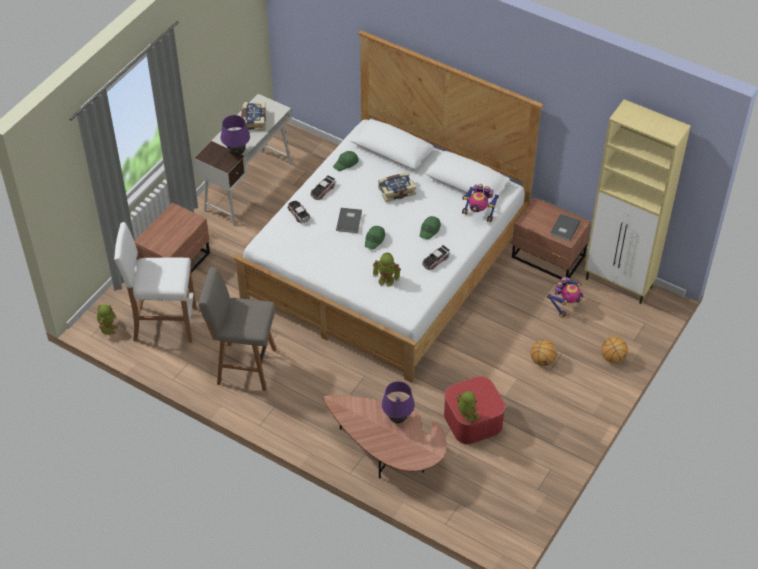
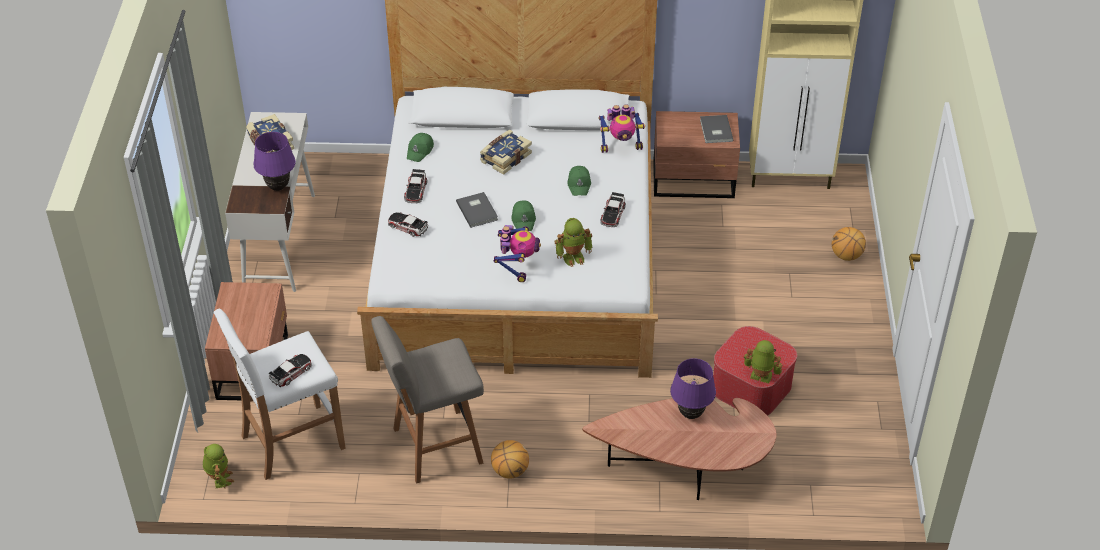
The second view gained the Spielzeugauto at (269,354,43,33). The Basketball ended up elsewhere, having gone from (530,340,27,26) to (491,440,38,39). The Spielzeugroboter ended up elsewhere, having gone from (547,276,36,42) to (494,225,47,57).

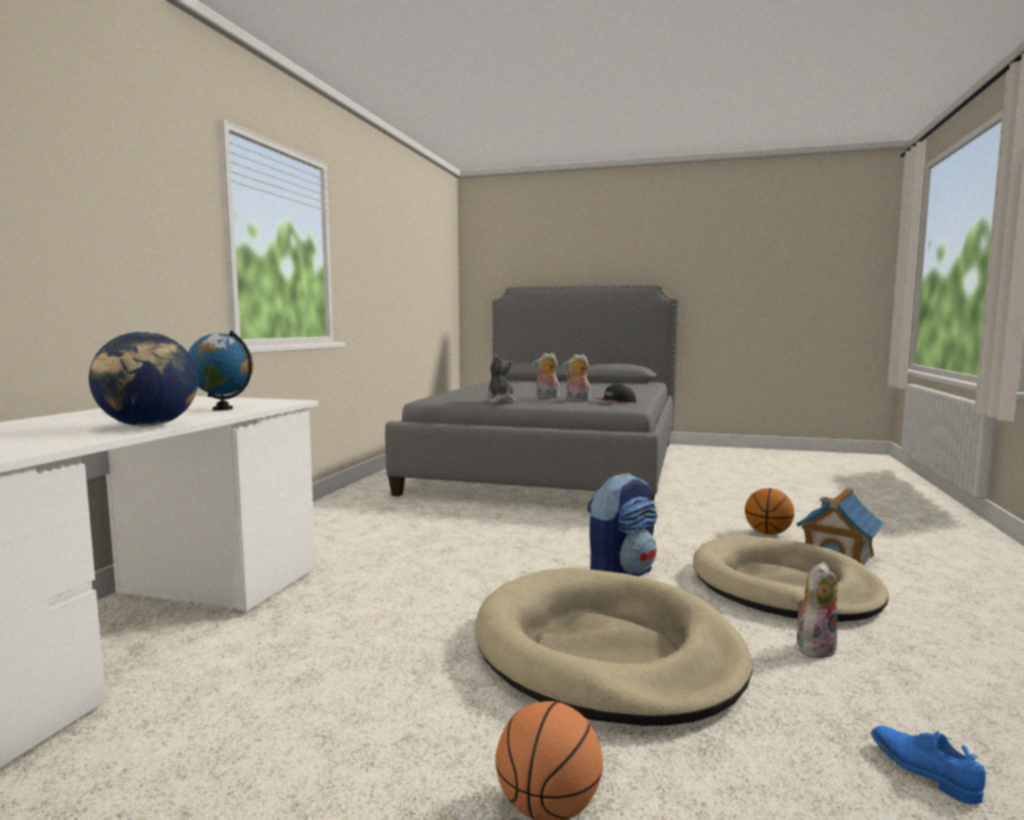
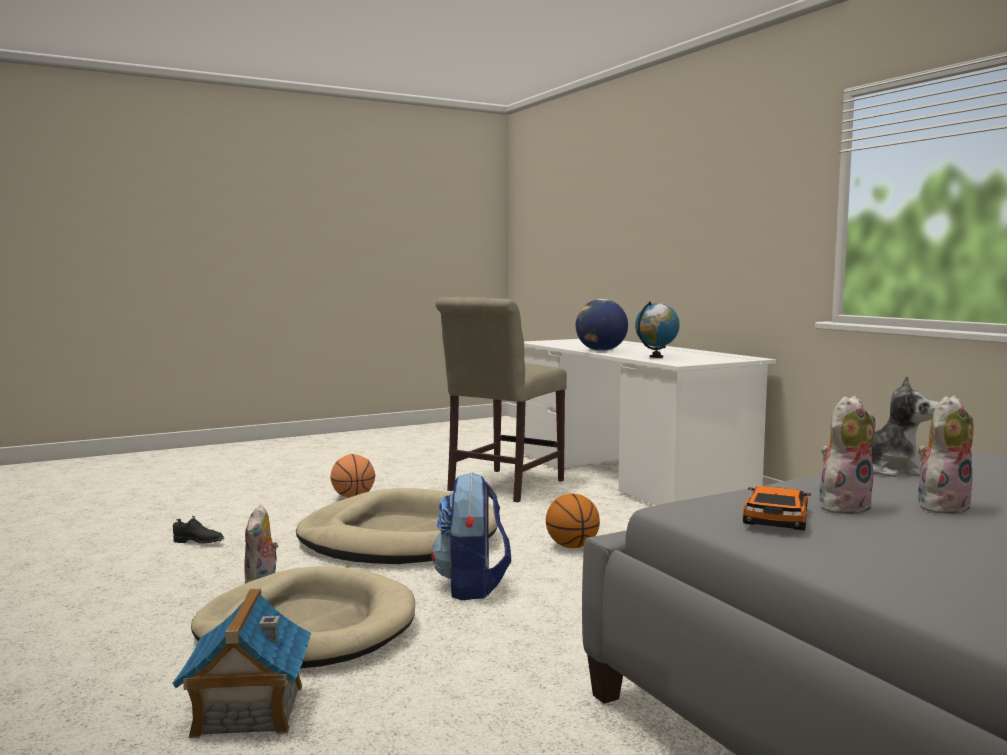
What was the Schuh [blau] at (871,726,115,78) turned into the Schuh [schwarz] at (173,516,51,28). The second view gained the Stuhl [beige] at (436,297,131,205). The Basketball ended up elsewhere, having gone from (745,488,49,47) to (546,494,54,54). Where the Kappe stood at (595,384,41,18), the Spielzeugauto came to stand at (743,486,68,45).

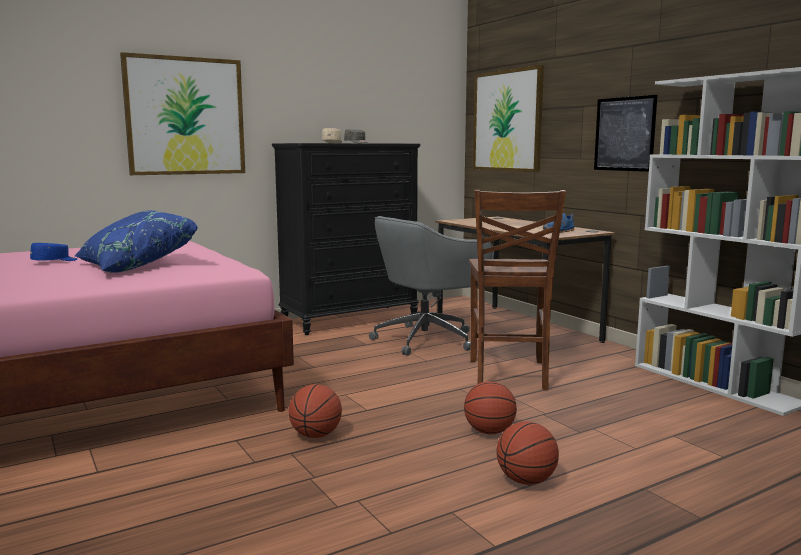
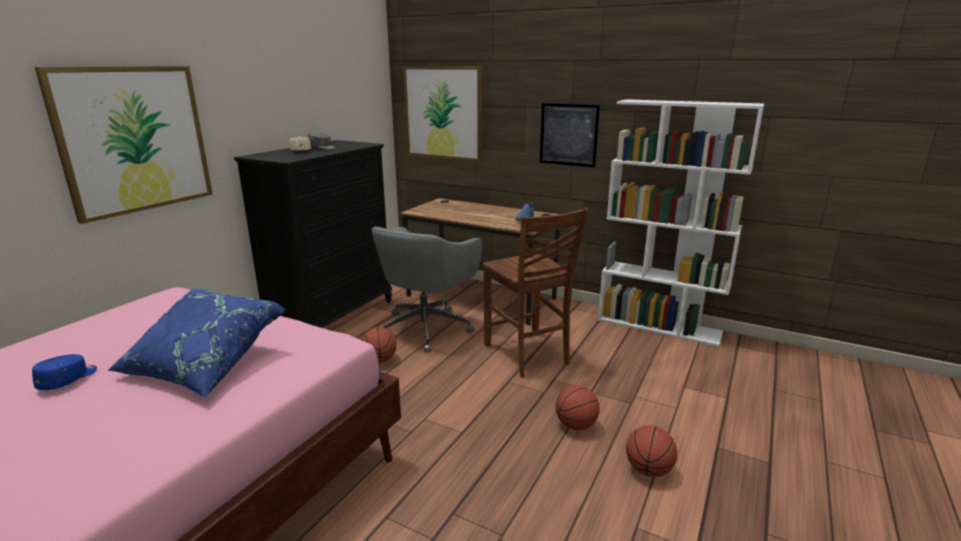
The Basketball ended up elsewhere, having gone from (289,384,53,54) to (362,327,35,36).

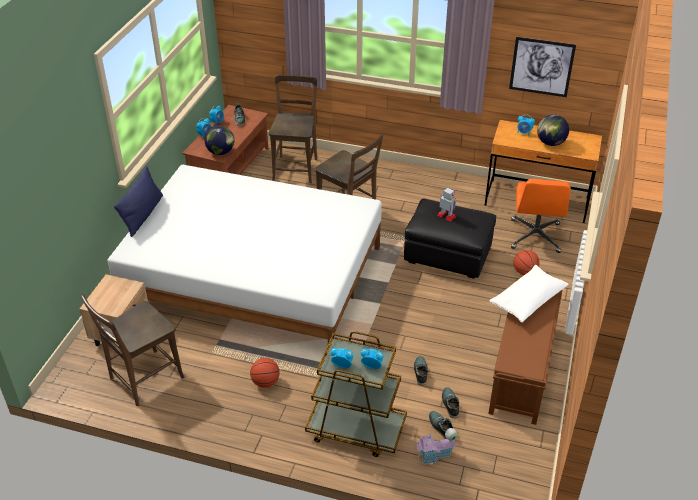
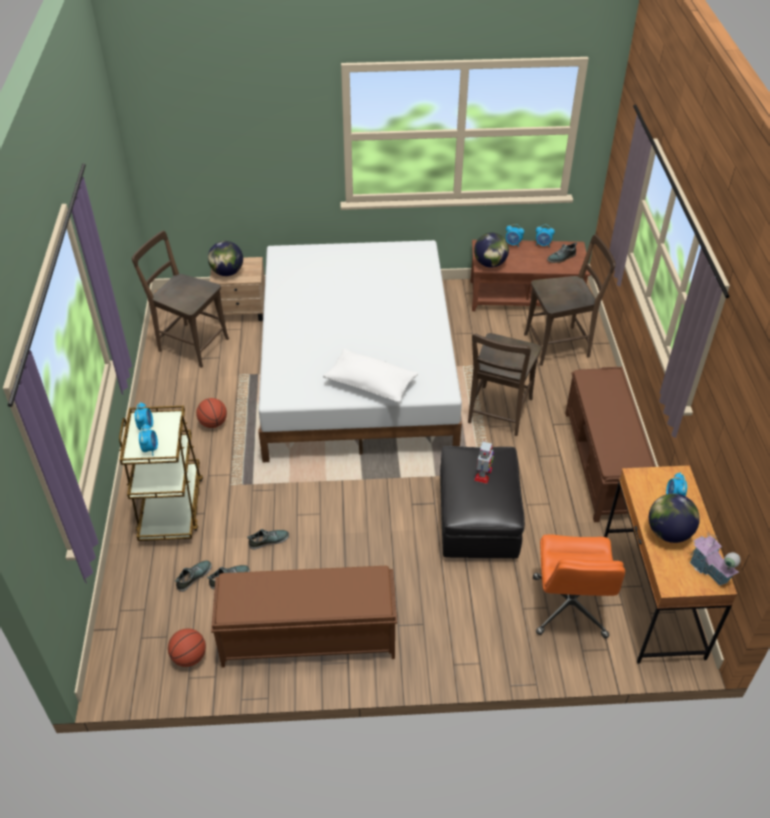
The Basketball ended up elsewhere, having gone from (513,250,27,25) to (168,628,38,39). The second view gained the Globus at (208,241,35,35). The Kissen [weiß] ended up elsewhere, having gone from (489,265,79,58) to (323,349,96,54). The Bürostuhl [orange] at (511,179,60,74) ended up facing another way, 75 degrees counterclockwise from before. The second view gained the Bank [braun] at (565,367,91,155). The Spielzeughaus ended up elsewhere, having gone from (416,428,41,36) to (690,531,51,55). The second view lost the Kissen [blau] at (114,166,49,71). The second view lost the Bild at (509,37,67,60).

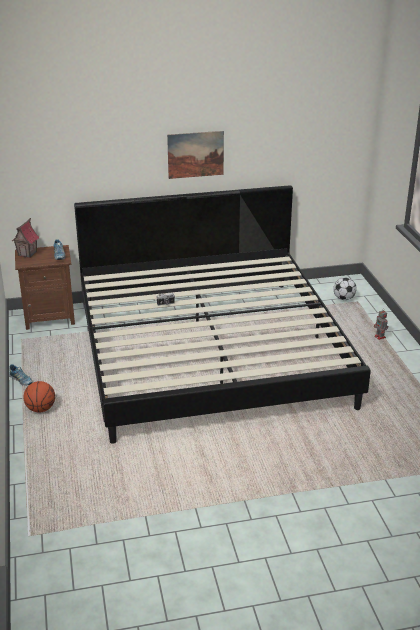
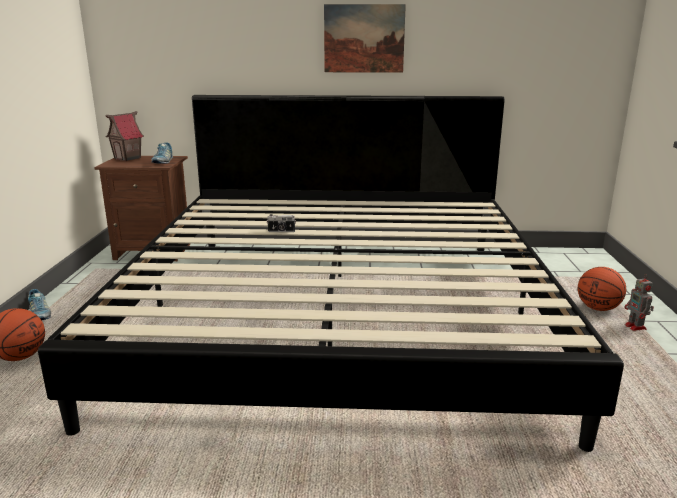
The second view gained the Basketball at (578,267,48,44). The second view lost the Fußball at (333,277,24,23).

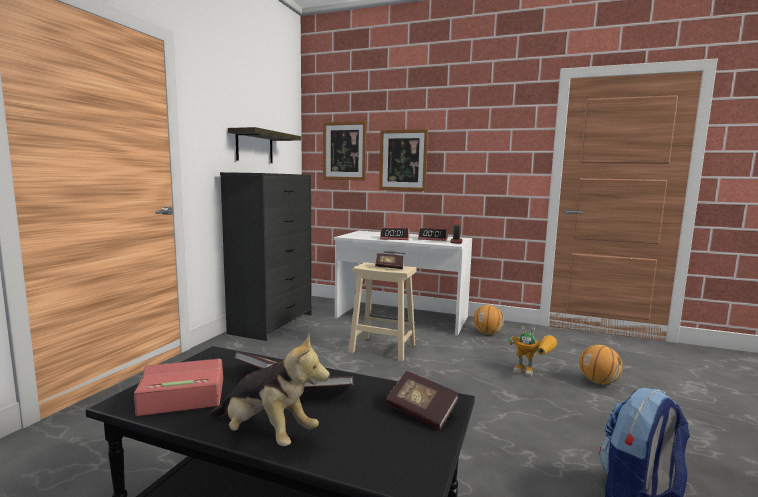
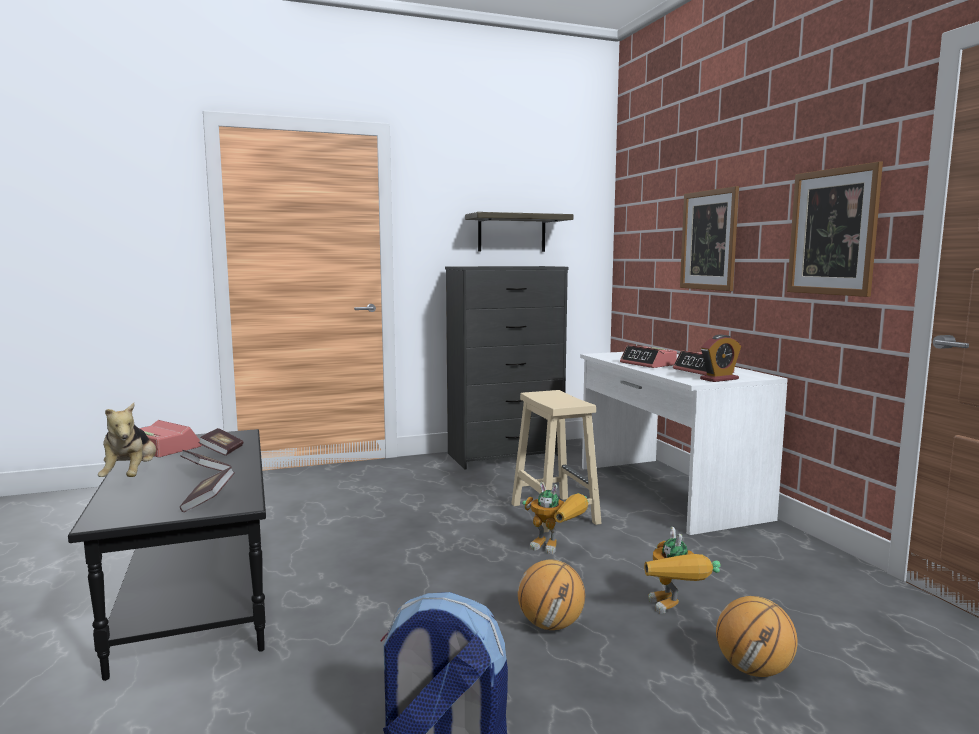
The Basketball ended up elsewhere, having gone from (473,305,31,30) to (518,560,67,70). The second view gained the Spielzeugroboter at (522,482,66,72). The Bild ended up elsewhere, having gone from (323,121,44,59) to (787,161,96,136). The second view lost the Buch at (375,253,28,16).

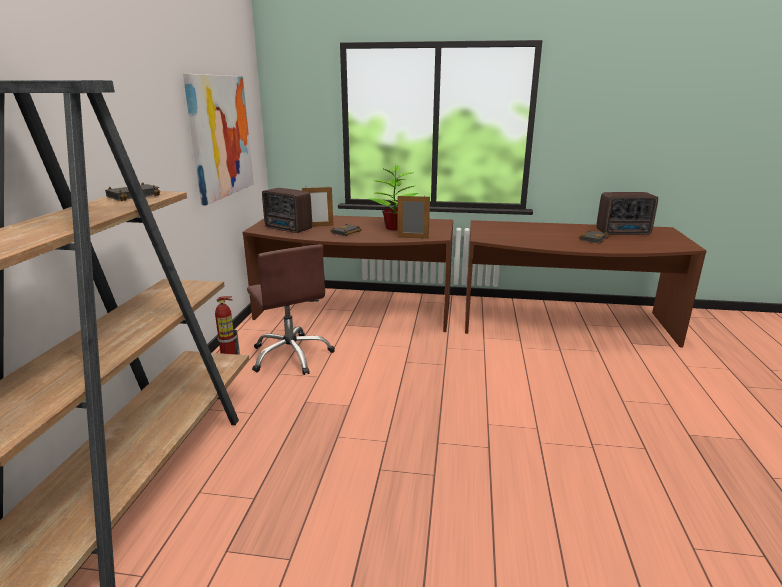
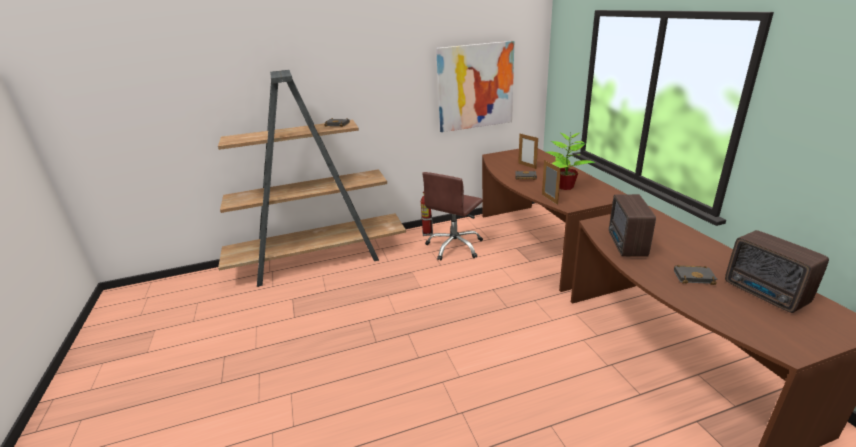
The Radio ended up elsewhere, having gone from (262,188,50,45) to (609,194,47,63).

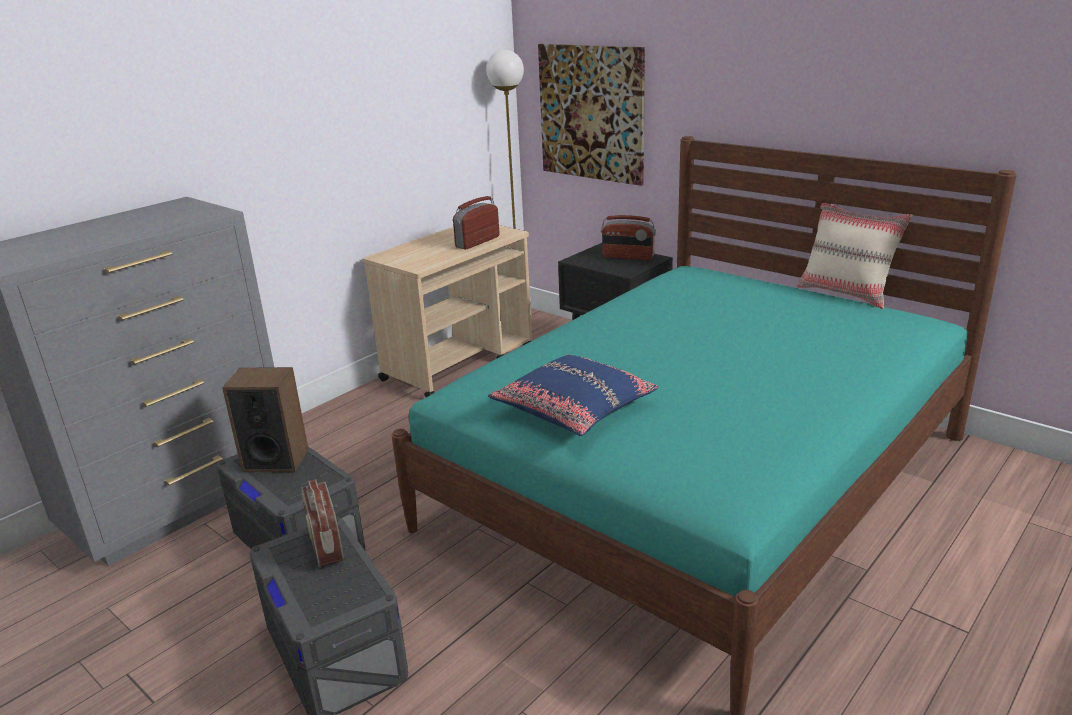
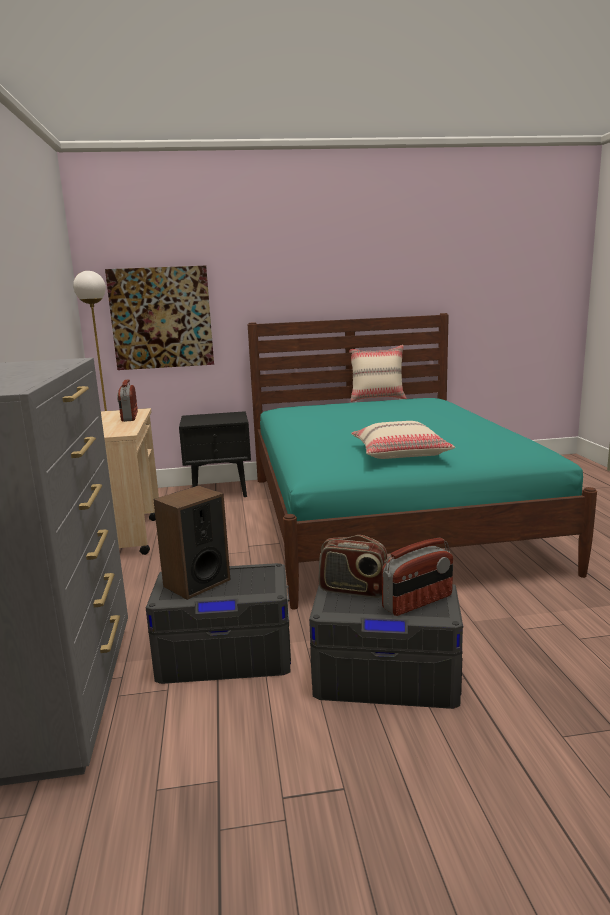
What was the Kissen [blau] at (488,354,171,82) turned into the Kissen [beige] at (351,421,104,38). The Radio ended up elsewhere, having gone from (601,215,55,45) to (382,538,71,78).

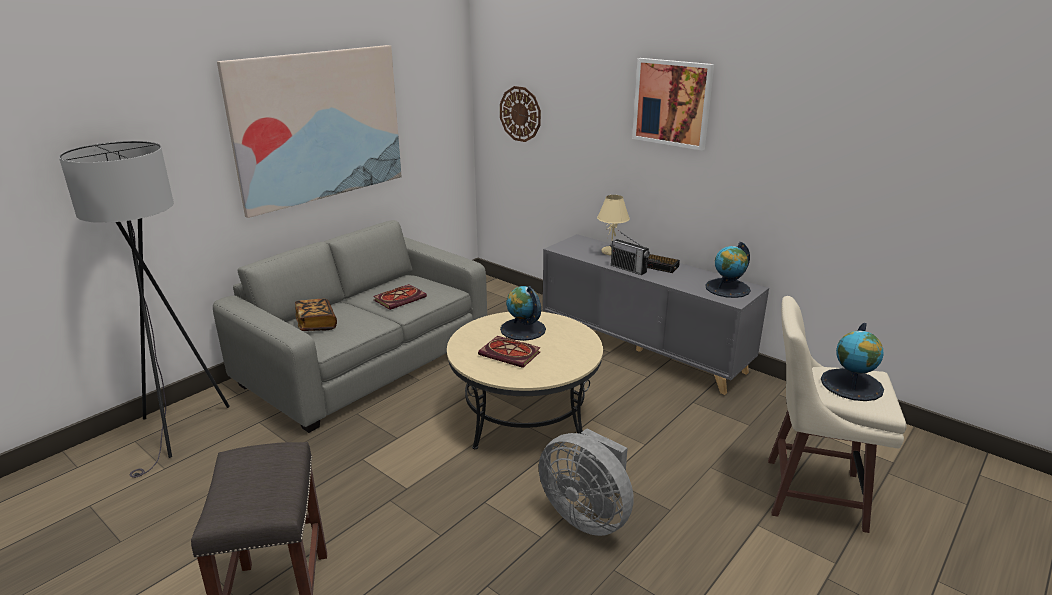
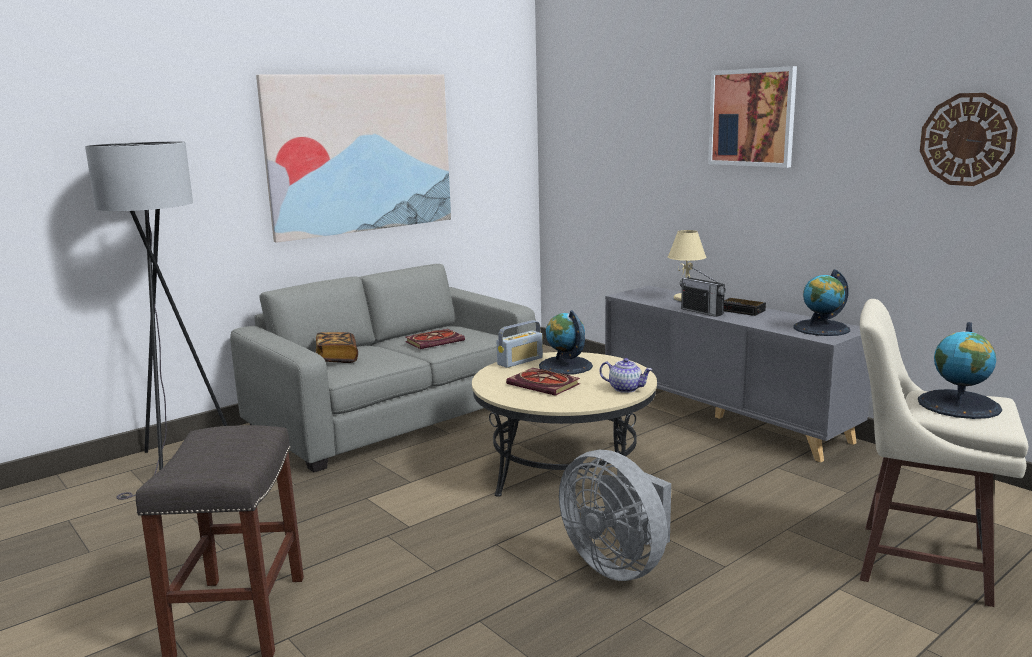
The second view gained the Radio at (497,320,46,48). The second view gained the Teekanne at (599,358,54,35). The Wanduhr ended up elsewhere, having gone from (500,86,41,56) to (920,93,98,93).

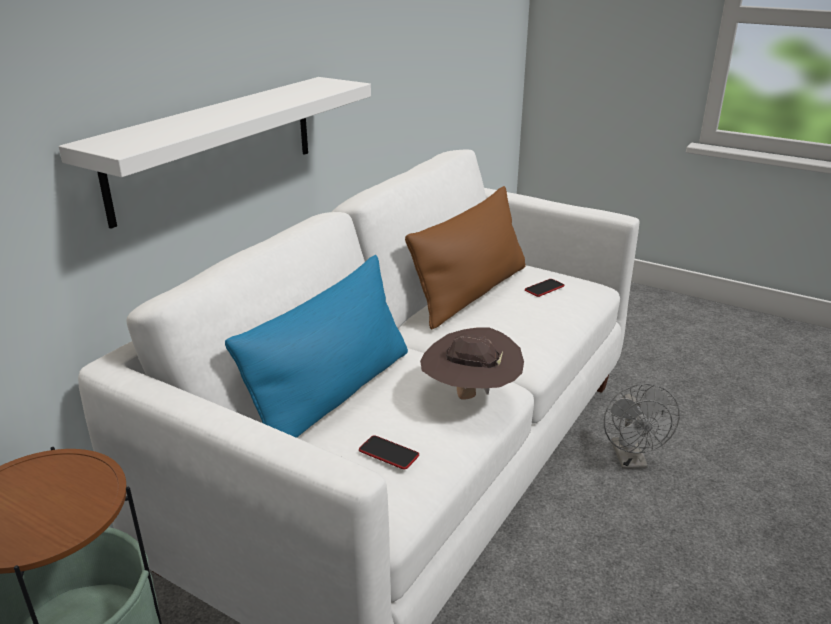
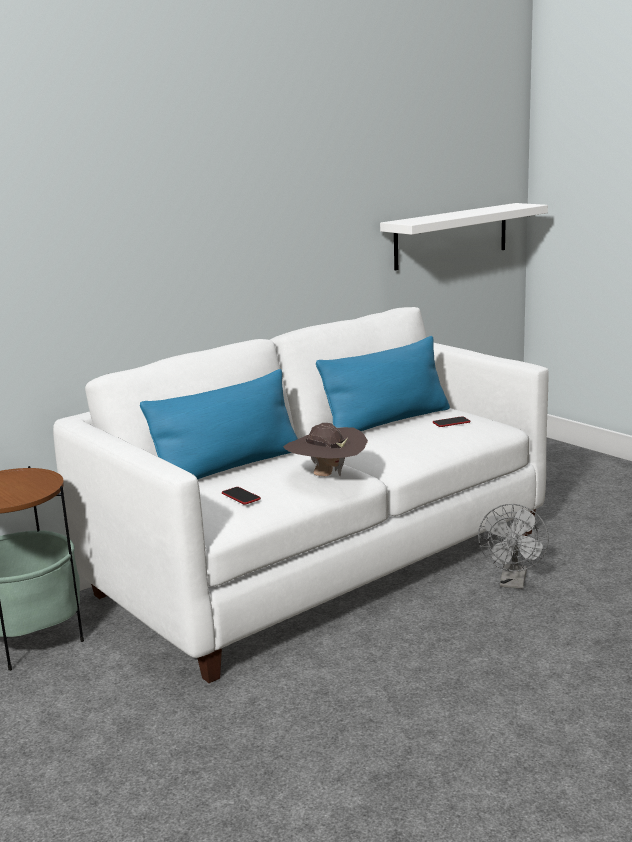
What was the Kissen [braun] at (405,186,120,143) turned into the Kissen [blau] at (316,336,134,95). The Wandregal [weiß] ended up elsewhere, having gone from (59,77,312,152) to (380,203,168,67).

